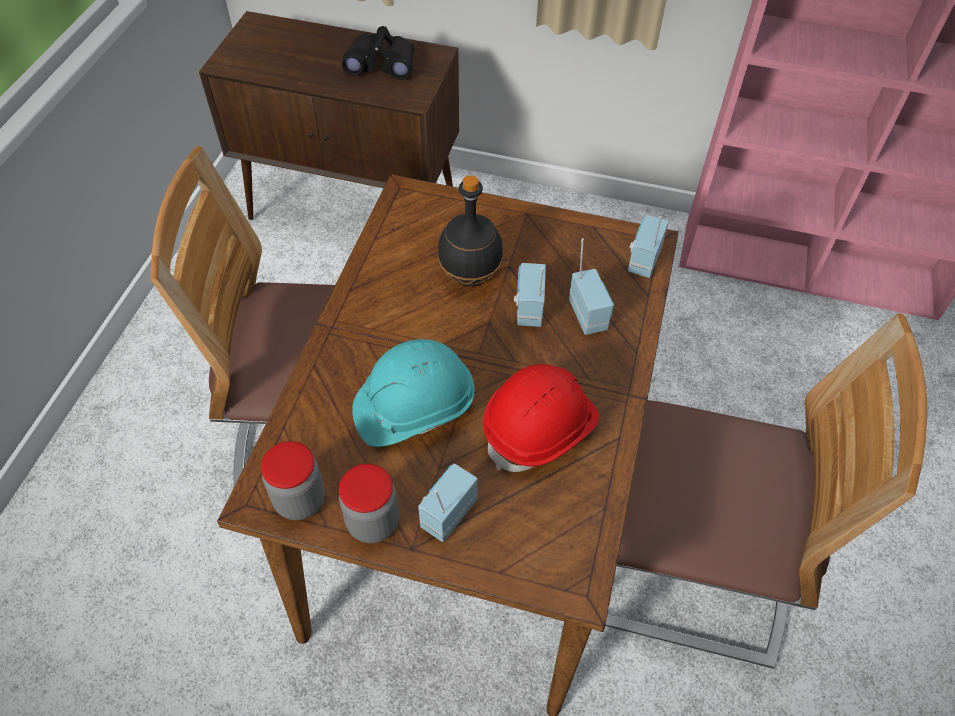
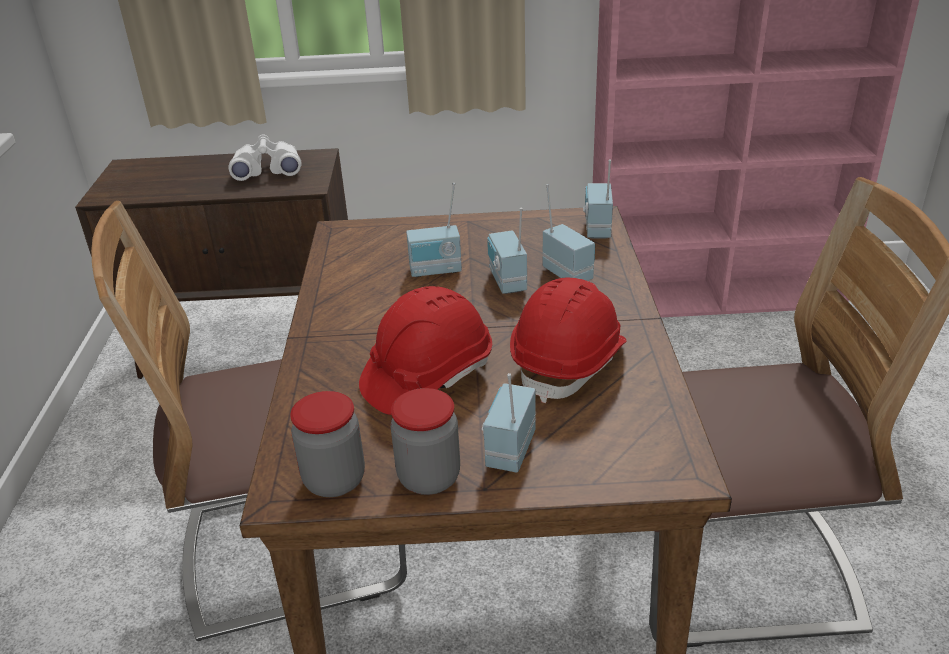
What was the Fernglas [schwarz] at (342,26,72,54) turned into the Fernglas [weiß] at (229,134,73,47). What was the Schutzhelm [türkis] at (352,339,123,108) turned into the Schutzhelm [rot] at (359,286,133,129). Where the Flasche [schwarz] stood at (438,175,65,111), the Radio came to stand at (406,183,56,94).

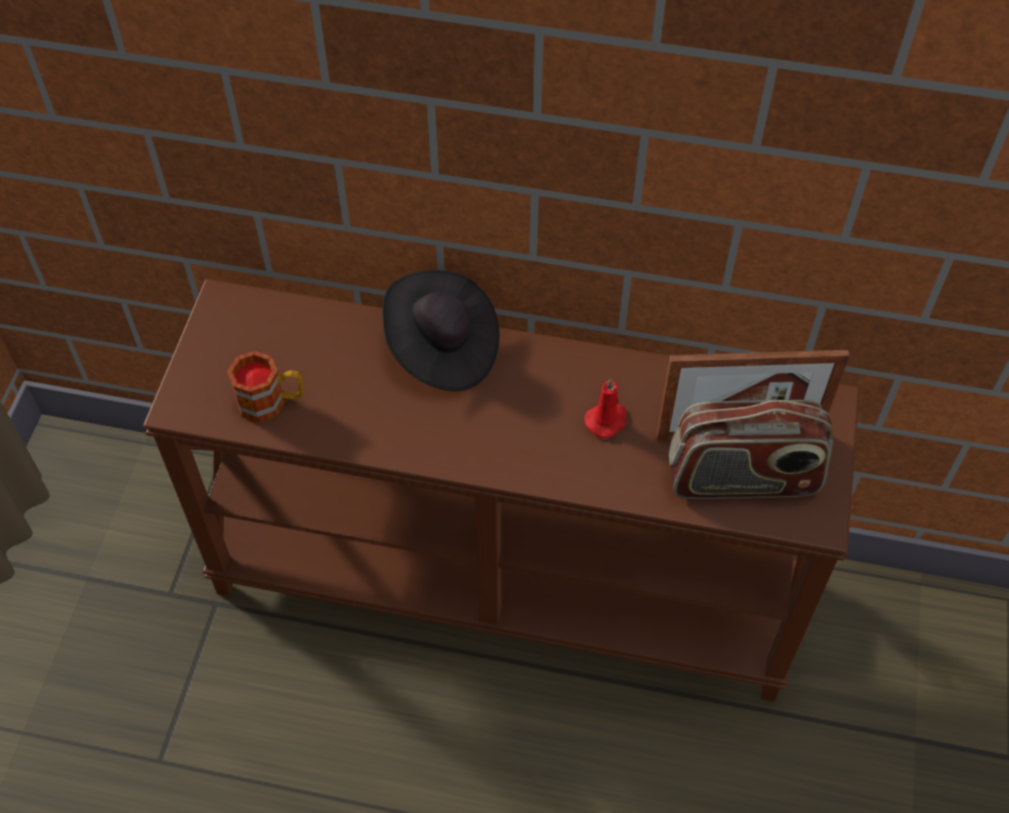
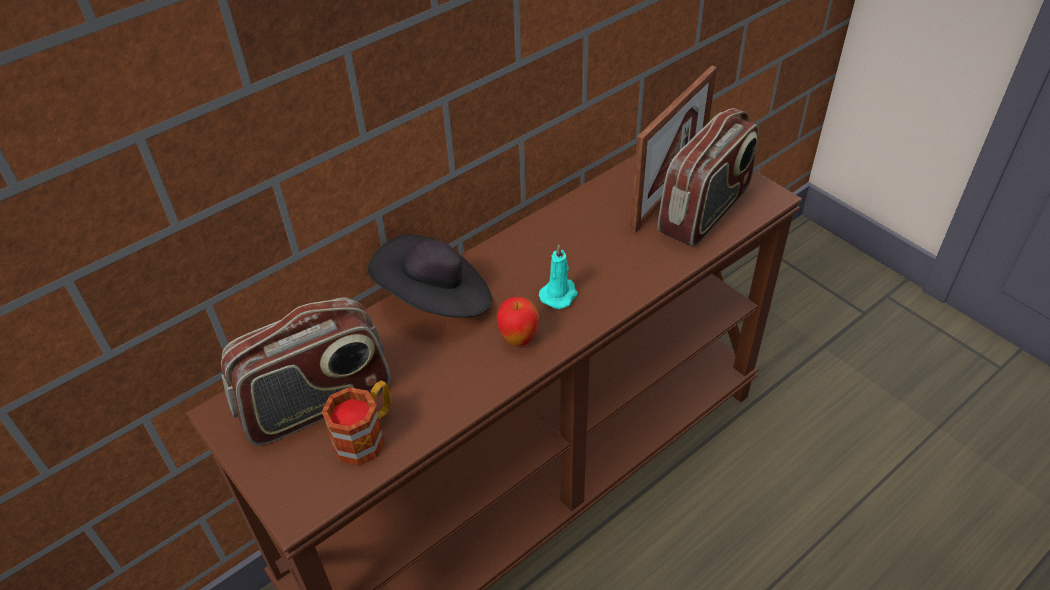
The second view gained the Radio at (221,297,170,148). The second view gained the Apfel at (496,297,43,49). The second view gained the Kerze [türkis] at (539,244,39,65). The second view lost the Kerze [rot] at (585,378,42,60).

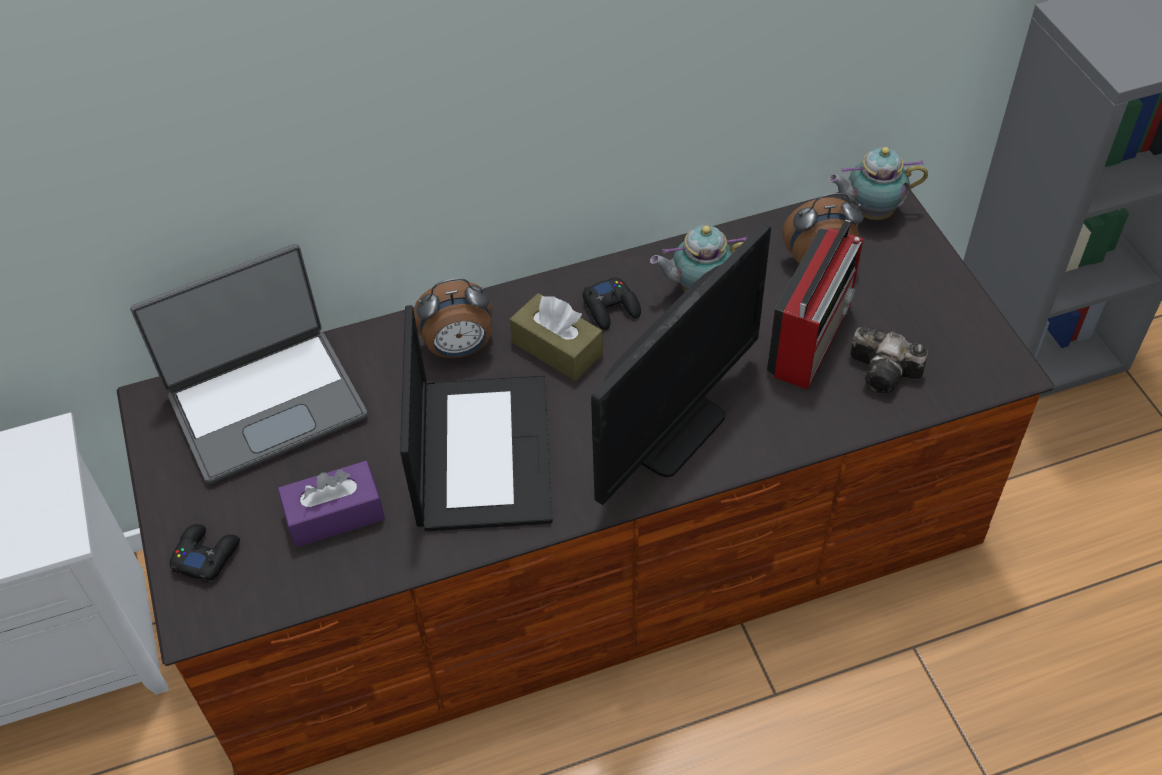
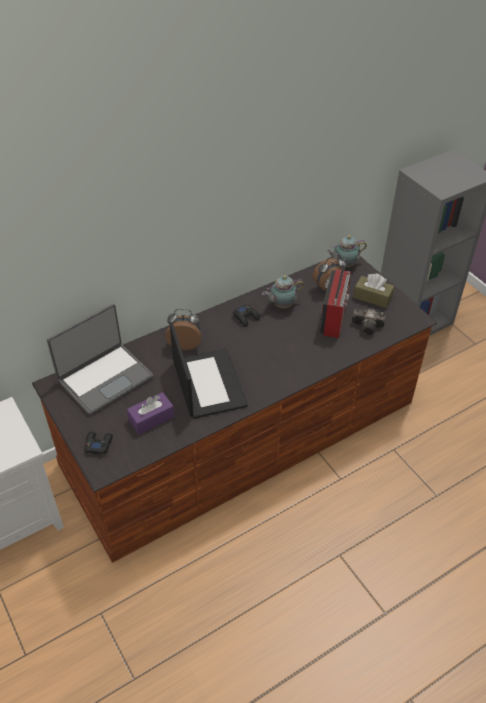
The Wecker at (413,278,79,80) ended up facing another way, 150 degrees counterclockwise from before. The Taschentuchbox [braun] ended up elsewhere, having gone from (510,293,93,88) to (354,273,41,35). The second view lost the Monitor at (591,223,180,282).

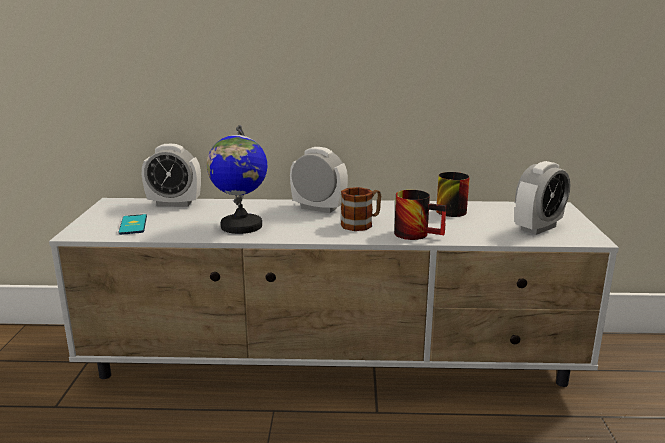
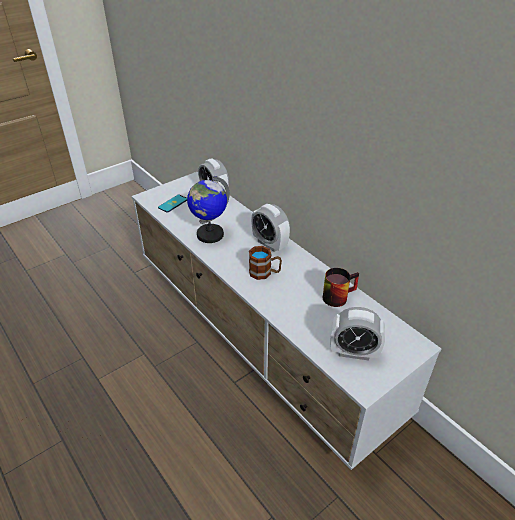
The Wecker at (290,147,58,66) ended up facing another way, 150 degrees clockwise from before. The second view lost the Henkelbecher at (394,190,52,50).

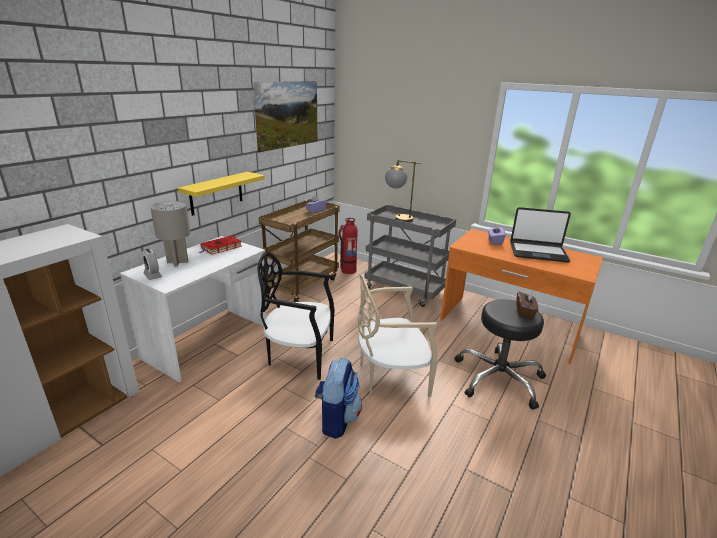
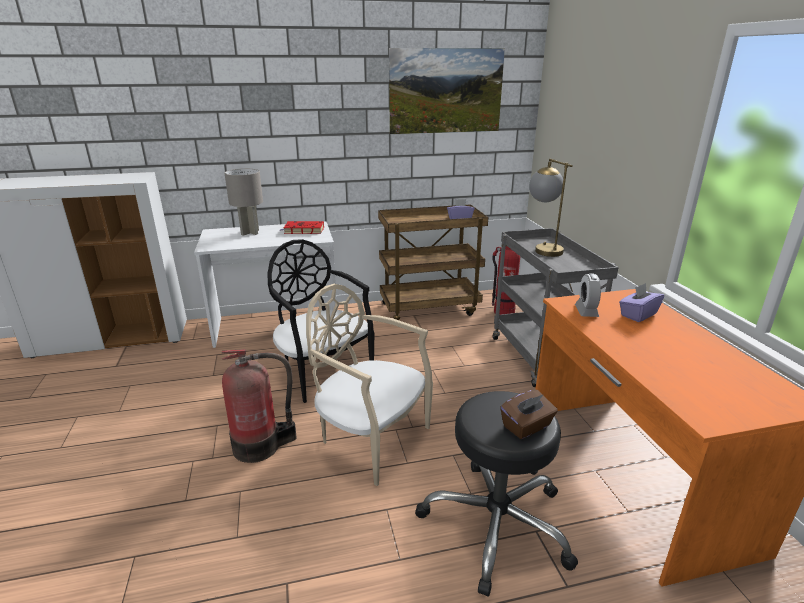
Where the Rucksack stood at (315,358,47,81), the Feuerlöscher came to stand at (222,349,75,114). The Wecker ended up elsewhere, having gone from (142,249,20,31) to (575,273,26,44). The second view lost the Wandregal [gelb] at (178,172,87,44). The second view lost the Laptop at (510,207,61,56).

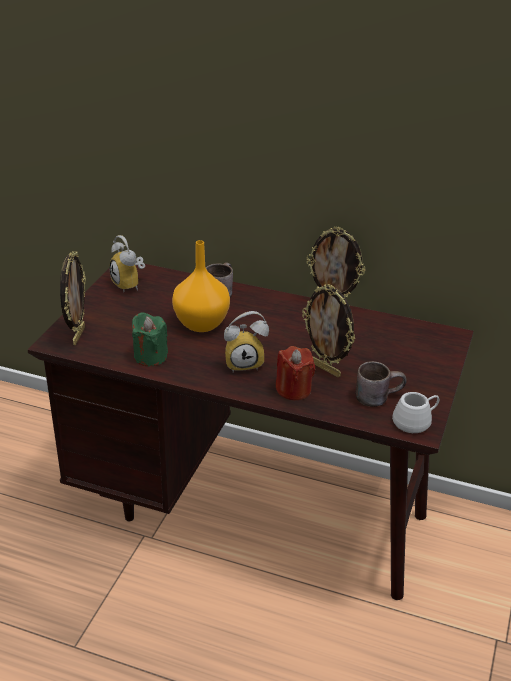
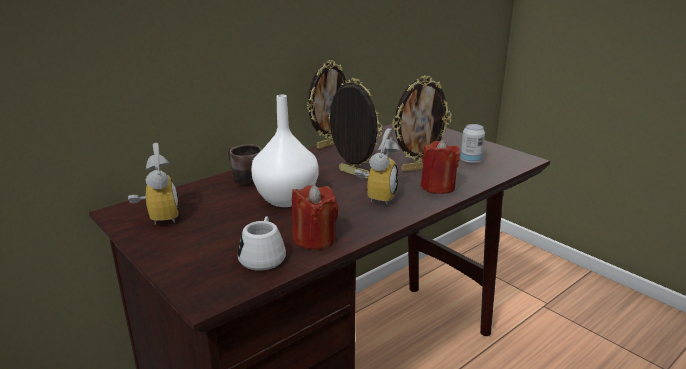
The Wecker at (110,235,35,57) ended up facing another way, 105 degrees counterclockwise from before. The Henkelbecher [weiß] ended up elsewhere, having gone from (392,392,47,41) to (238,216,48,55). What was the Vase [orange] at (172,240,58,92) turned into the Vase [weiß] at (251,95,68,112). What was the Kerze [grün] at (132,312,36,54) turned into the Kerze [rot] at (292,185,46,65). The Bilderrahmen ended up elsewhere, having gone from (60,251,26,94) to (329,78,54,101). Where the Henkelbecher [braun] stood at (356,361,51,46), the Dose came to stand at (460,124,25,40).

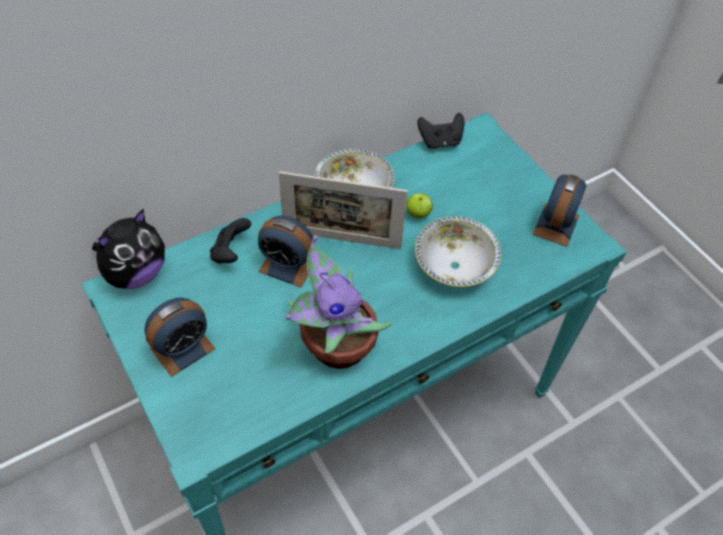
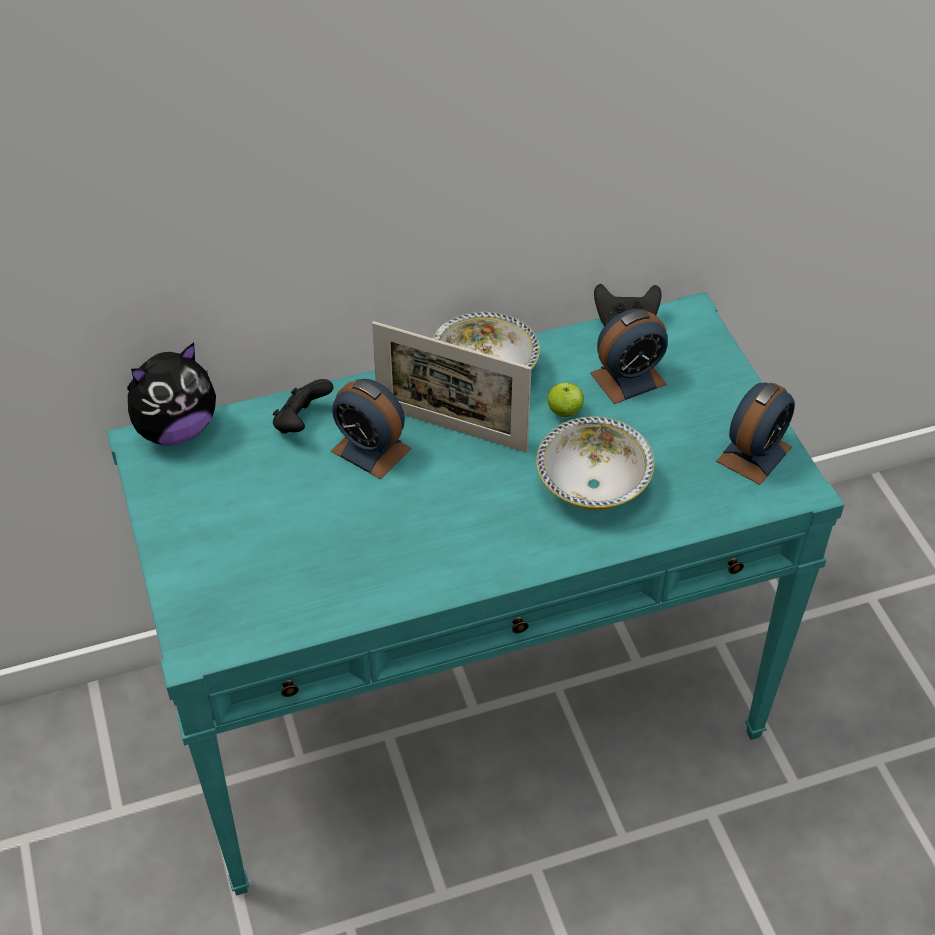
The Wecker ended up elsewhere, having gone from (145,298,71,79) to (590,309,78,95). The second view lost the Topfpflanze at (286,235,107,134).

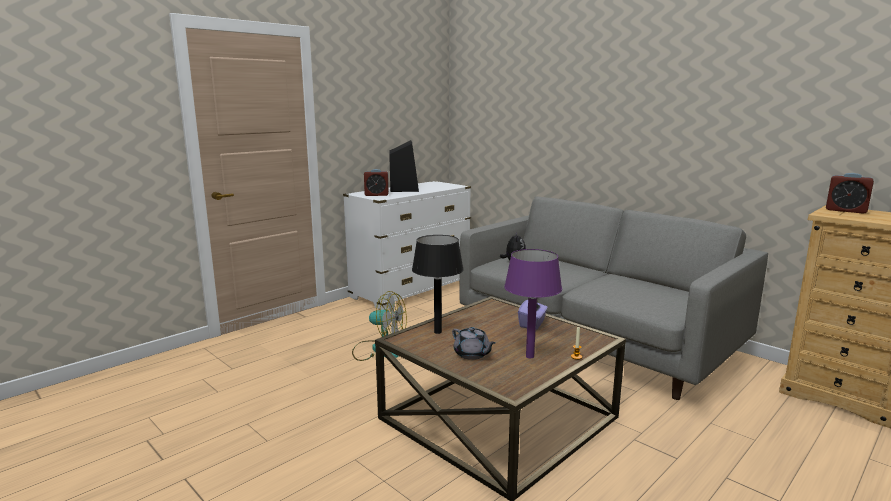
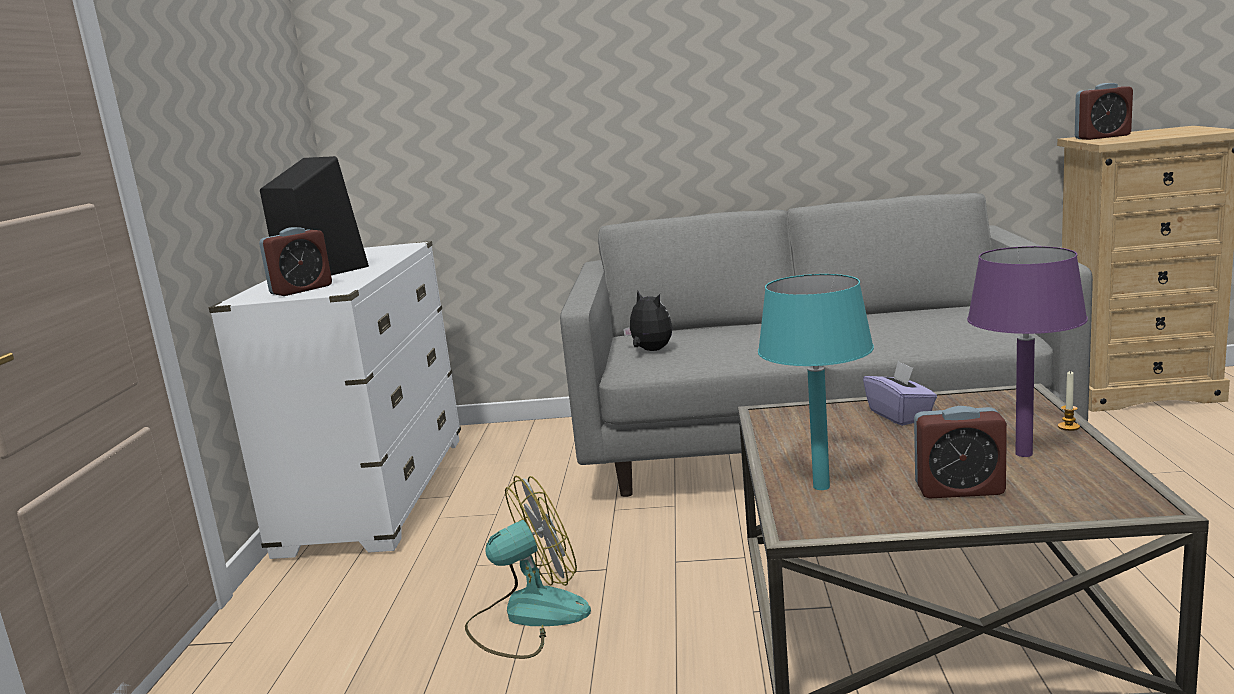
What was the Tischlampe [schwarz] at (412,235,52,99) turned into the Tischlampe [türkis] at (758,274,116,216). Where the Teekanne [grau] stood at (452,327,43,33), the Wecker came to stand at (914,406,93,92).

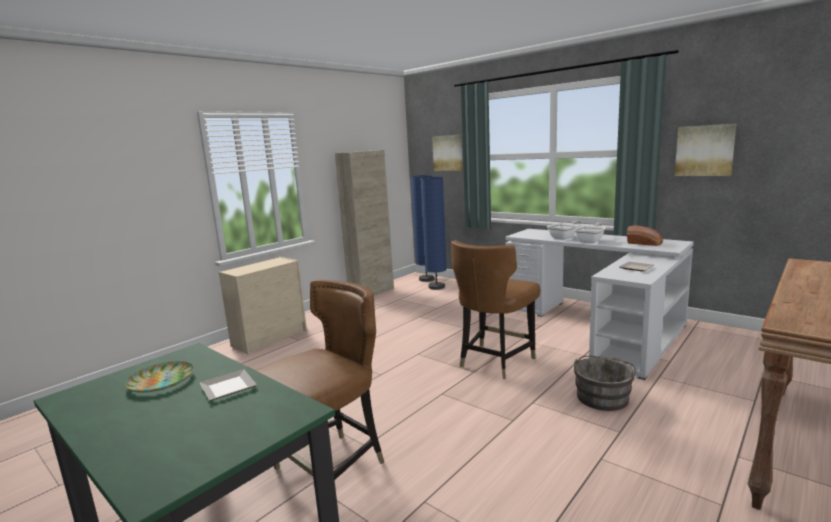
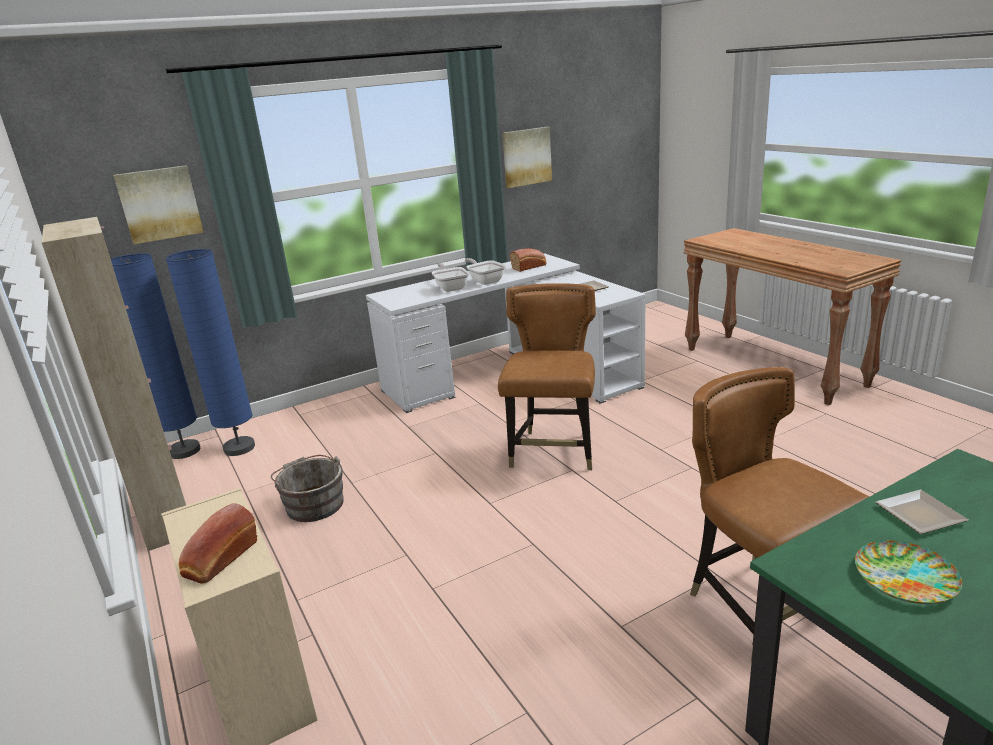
The second view gained the Brot at (179,503,78,81). The Eimer [grau] ended up elsewhere, having gone from (574,355,62,56) to (271,455,73,67). The Stuhl [braun] at (451,240,89,139) ended up facing another way, 135 degrees counterclockwise from before.

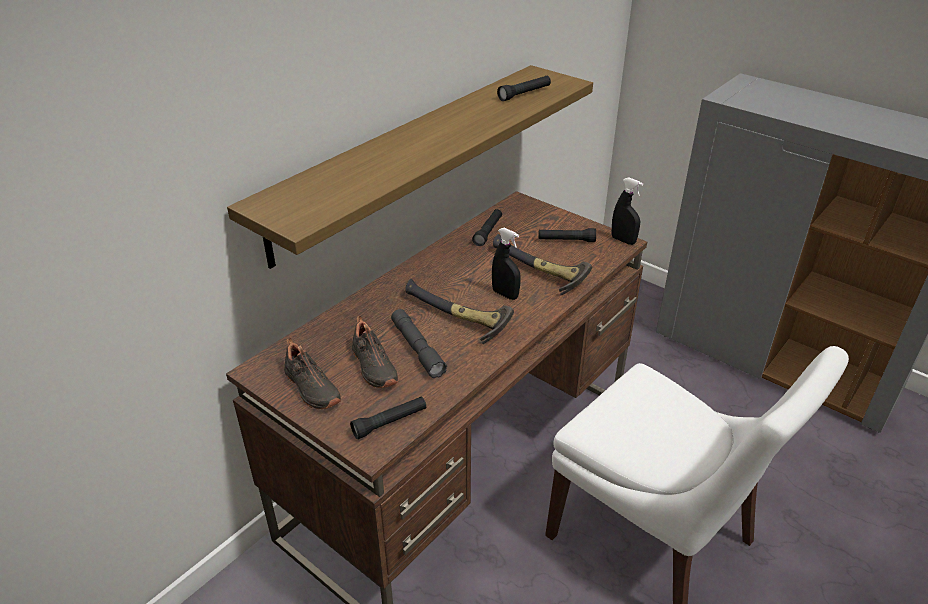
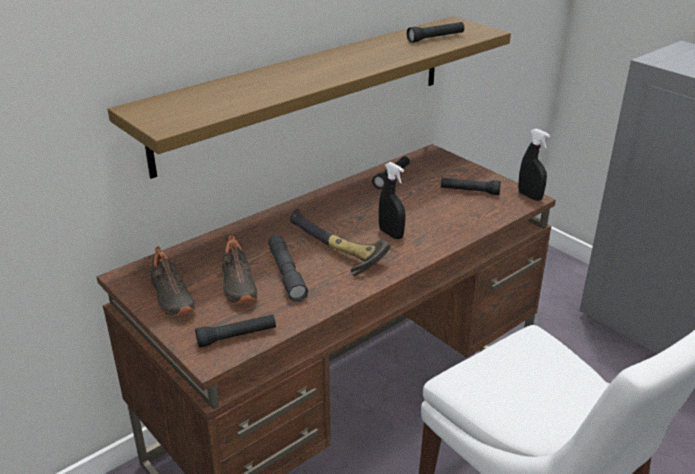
The second view lost the Hammer at (493,234,99,61).

